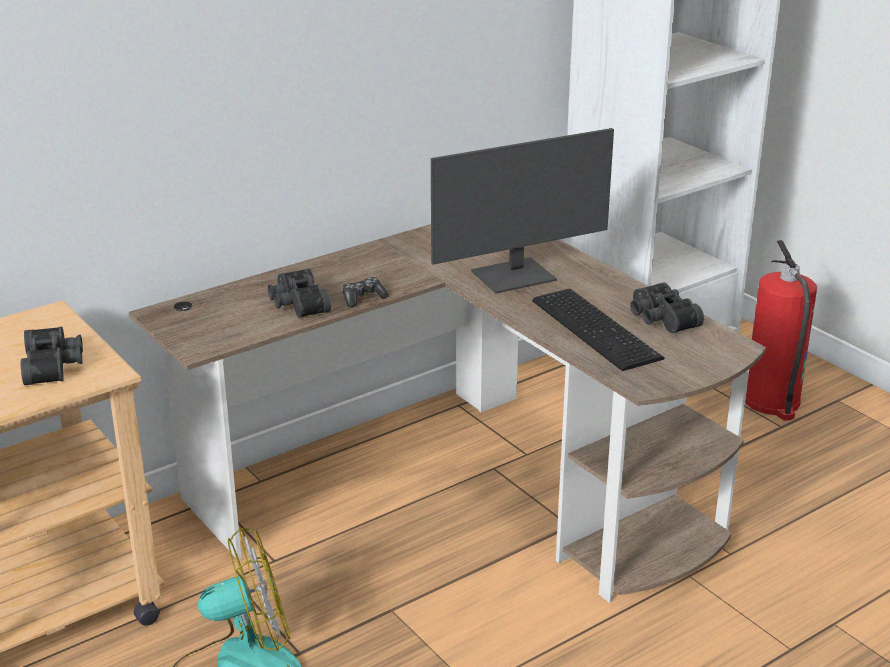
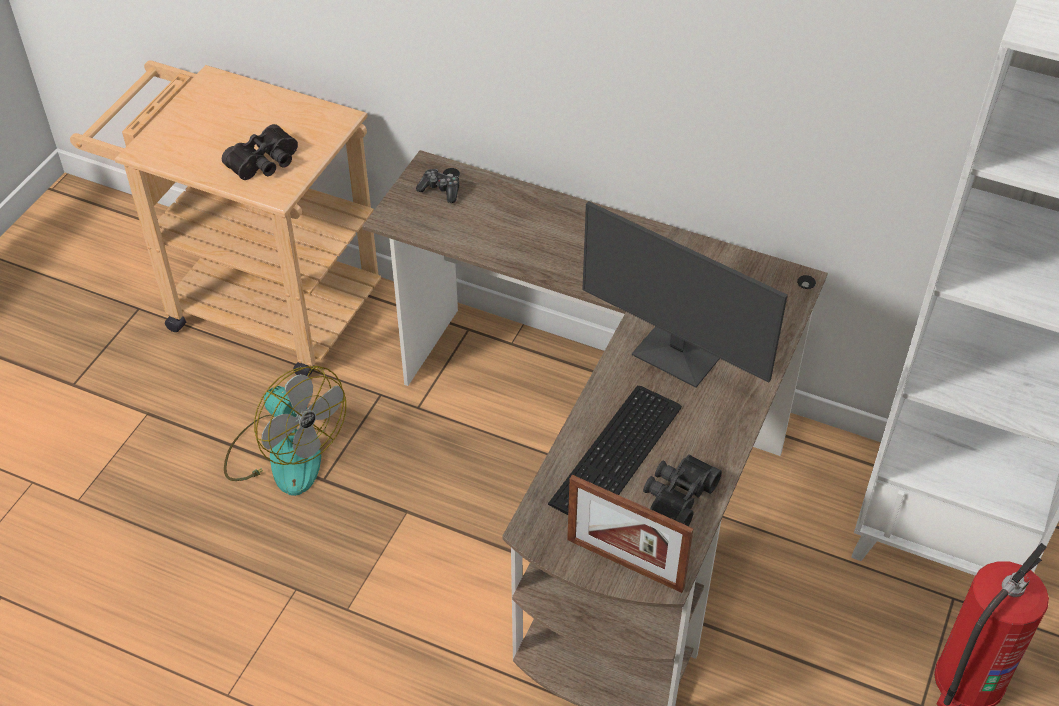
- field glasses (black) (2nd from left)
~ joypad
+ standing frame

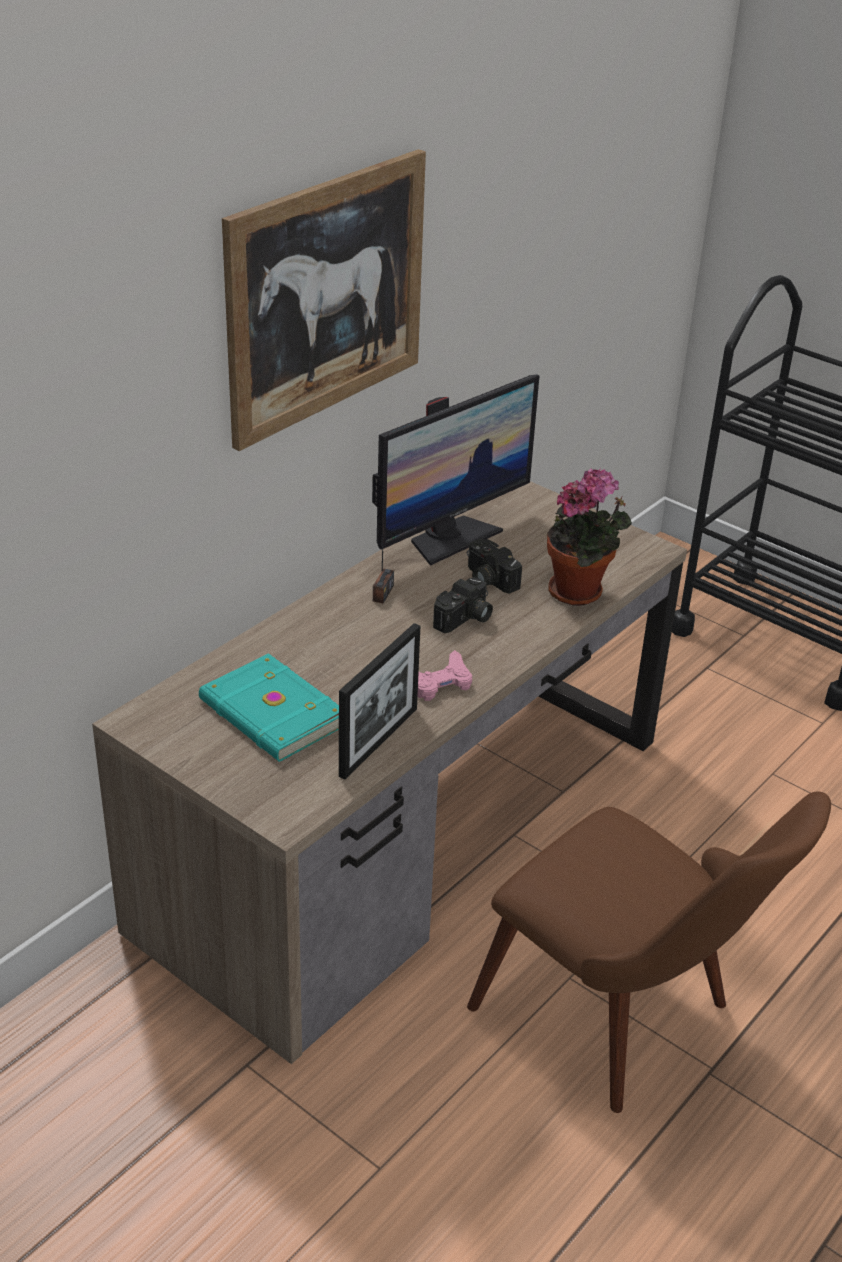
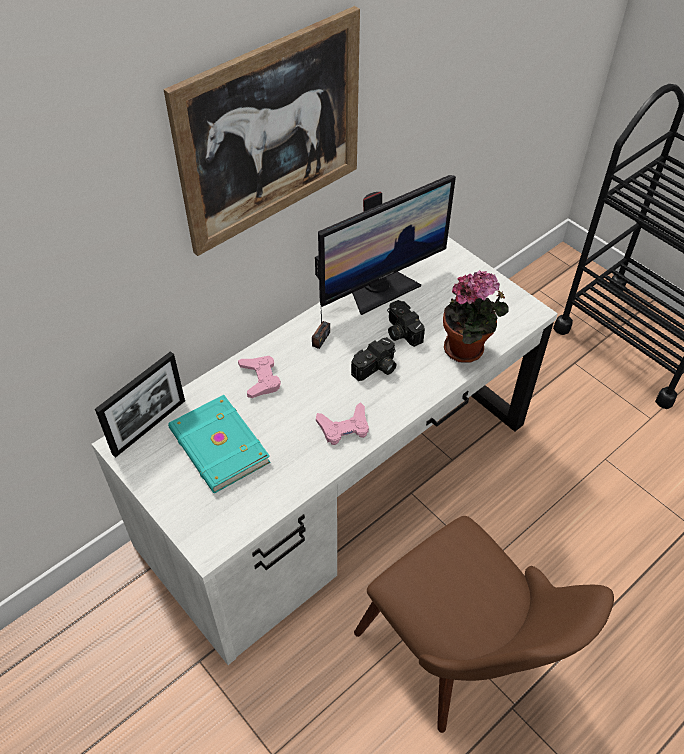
~ desk unit (brownish) to desk unit (white-coloured)
~ standing frame
+ joypad (pink) (1st from left)

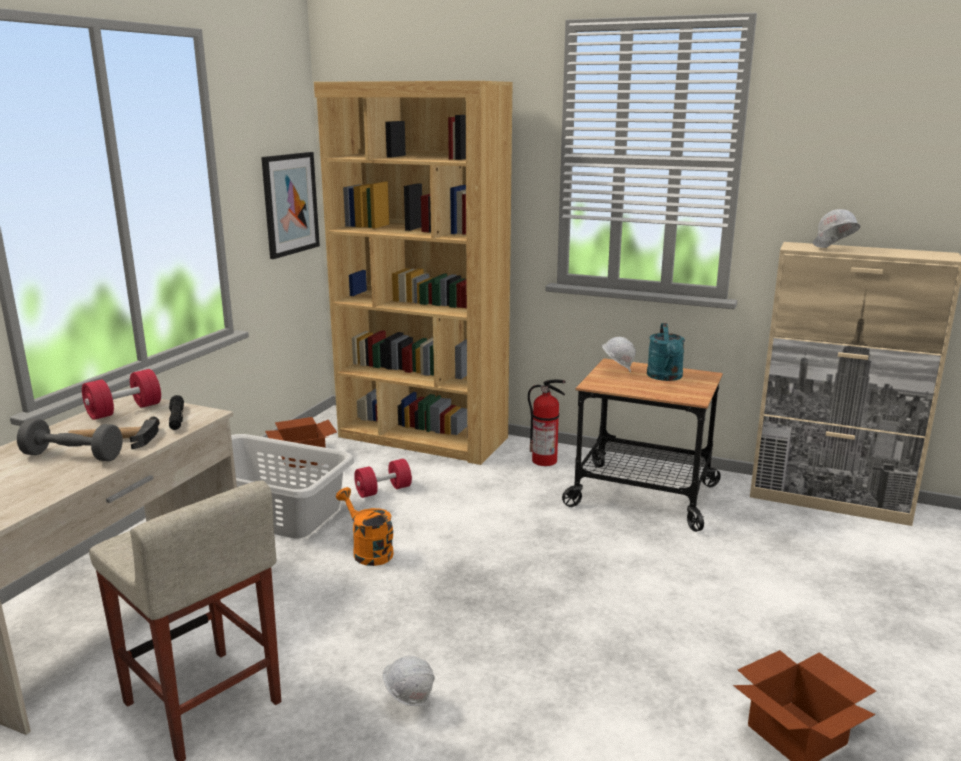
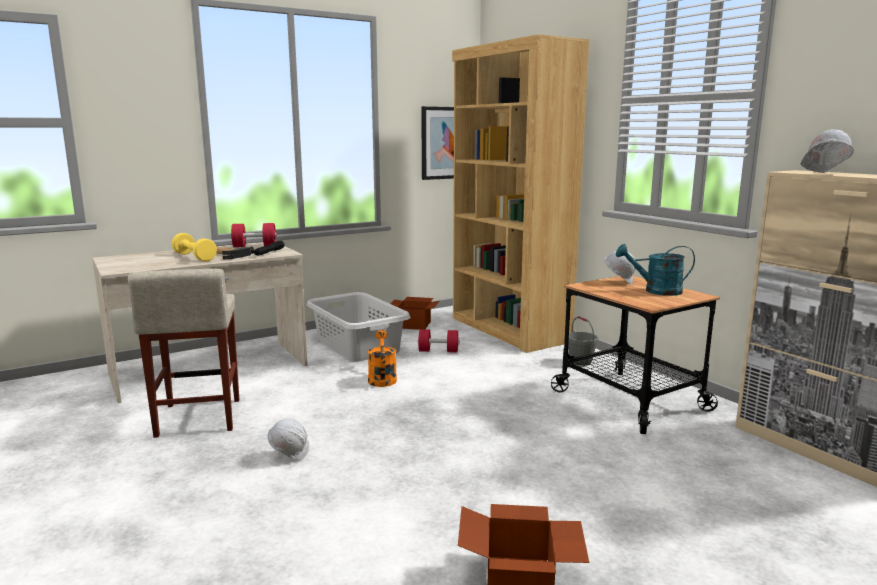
~ sprinkling can (turquoise-coloured) 60 degrees clockwise
~ fire extinguisher to bucket (gray)
~ hand weight (gray) to hand weight (yellow-coloured)

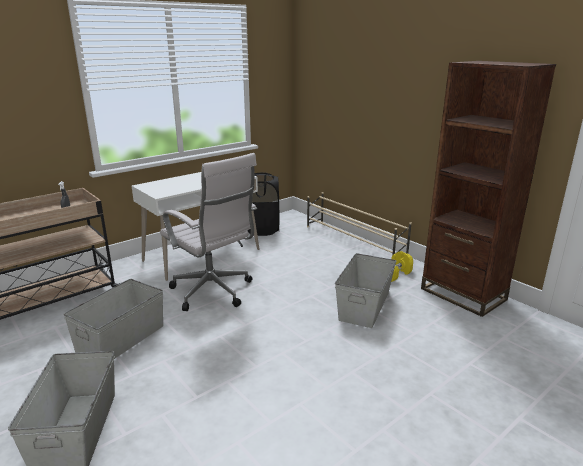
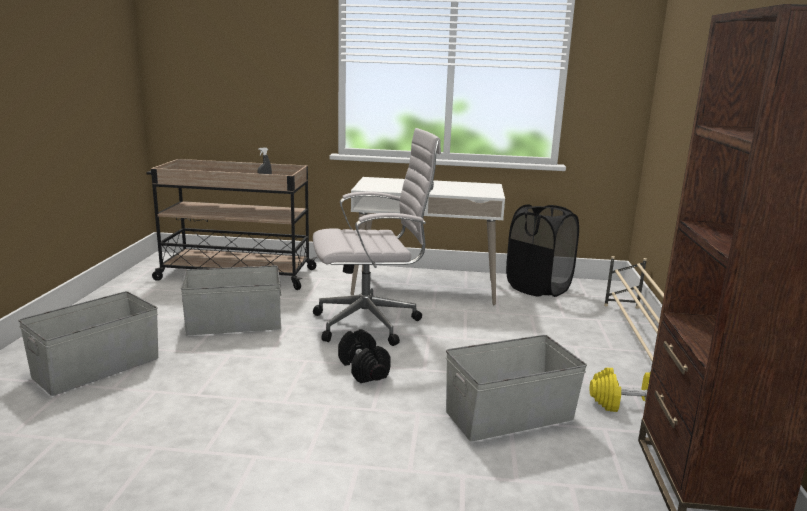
~ office chair (white-coloured) 105 degrees counterclockwise
+ hand weight (black)

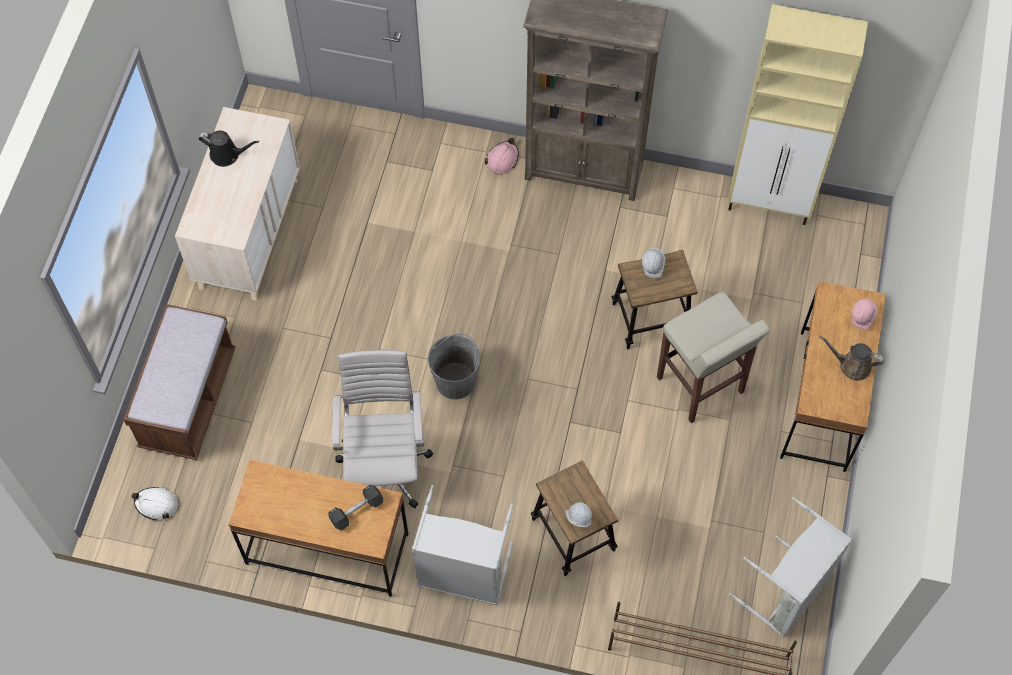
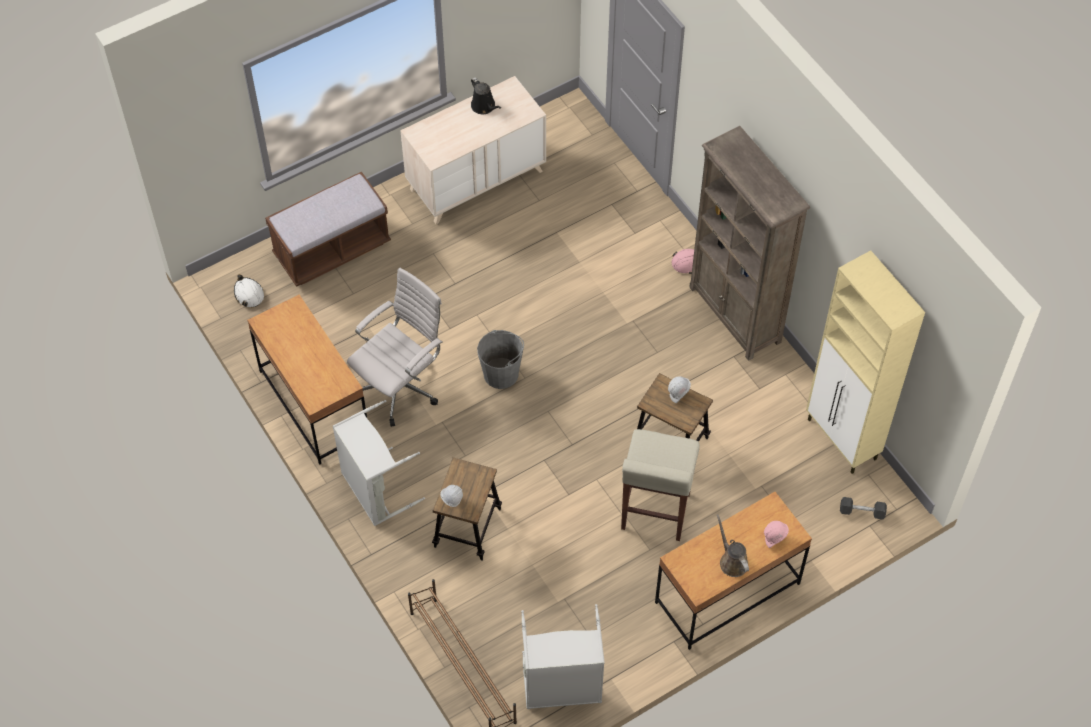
~ hand weight (black)

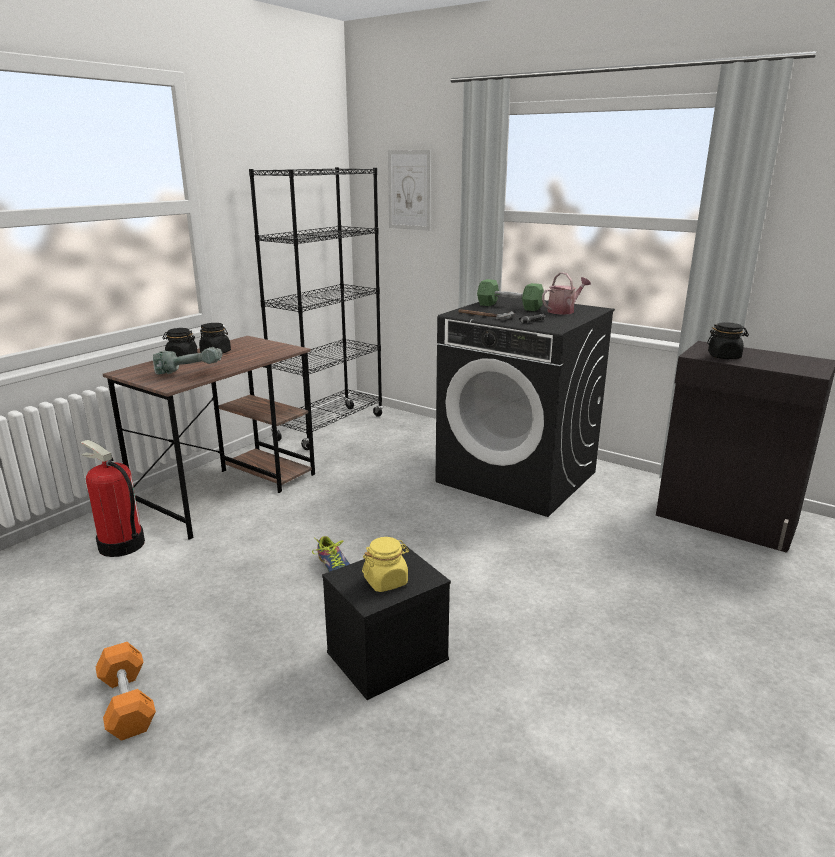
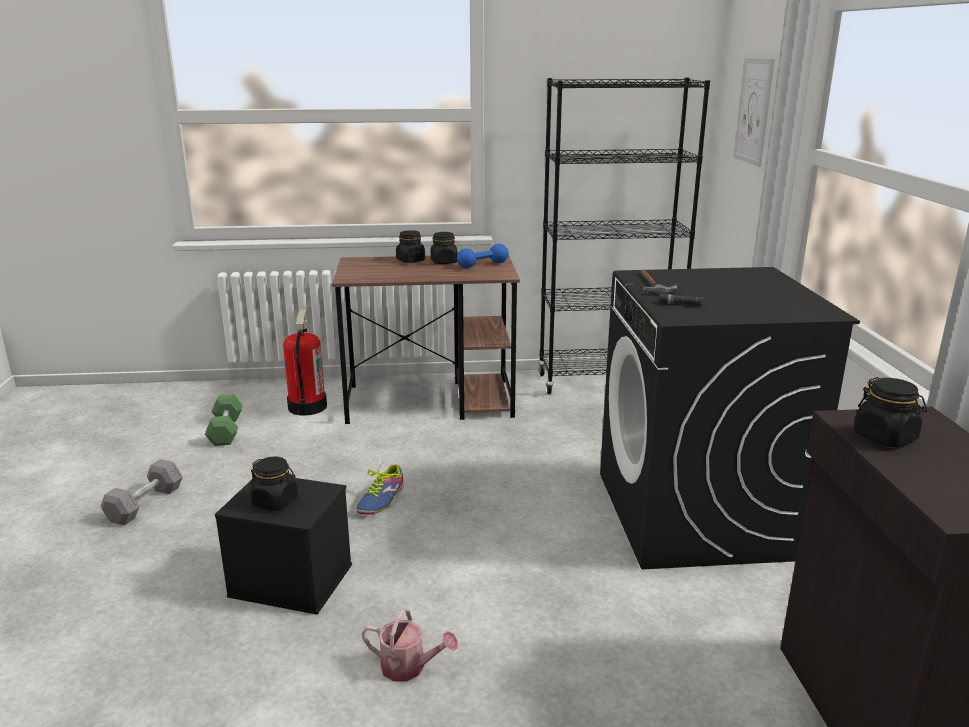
~ sprinkling can
~ hand weight (green)
- electric drill
~ jar (yellow-coloured) to jar (black) (1st from left)
~ hand weight (orange) to hand weight (gray)
+ hand weight (bluish)

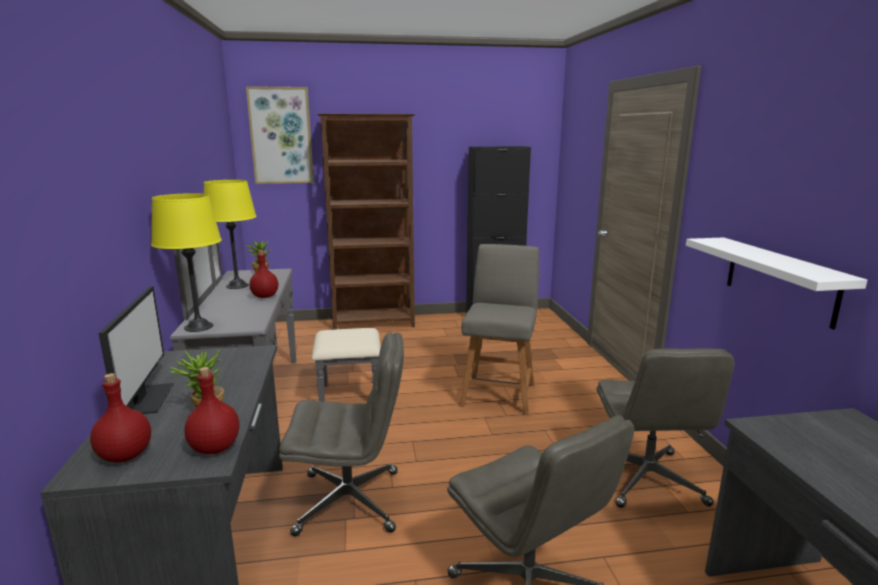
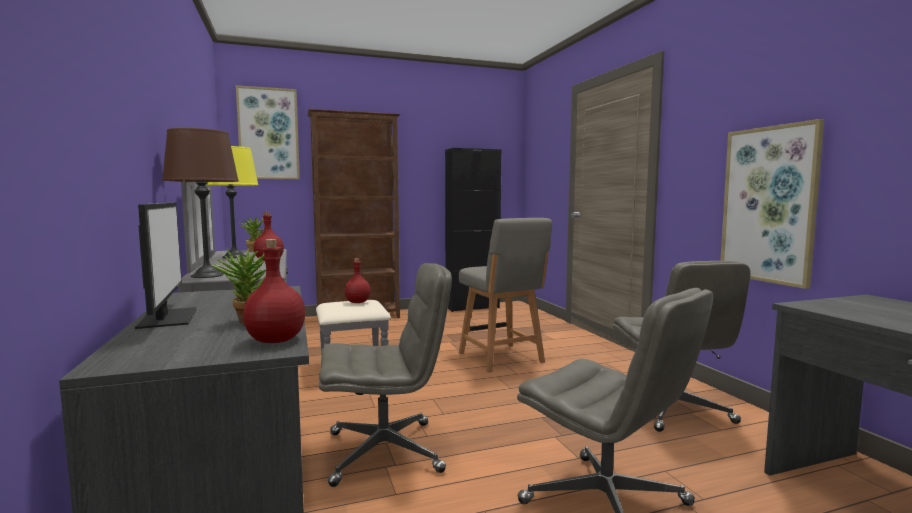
~ lamp for a table (yellow-coloured) (1st from left) to lamp for a table (brownish)
~ bracket shelf (white-coloured) to picture (2nd from left)
~ plain chair (gray) 150 degrees clockwise
~ drink bottle (reddish) (1st from left in the first image) to drink bottle (reddish) (3rd from left)

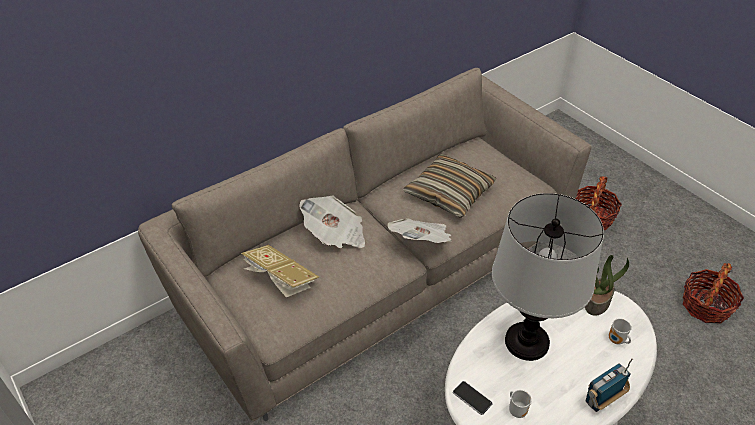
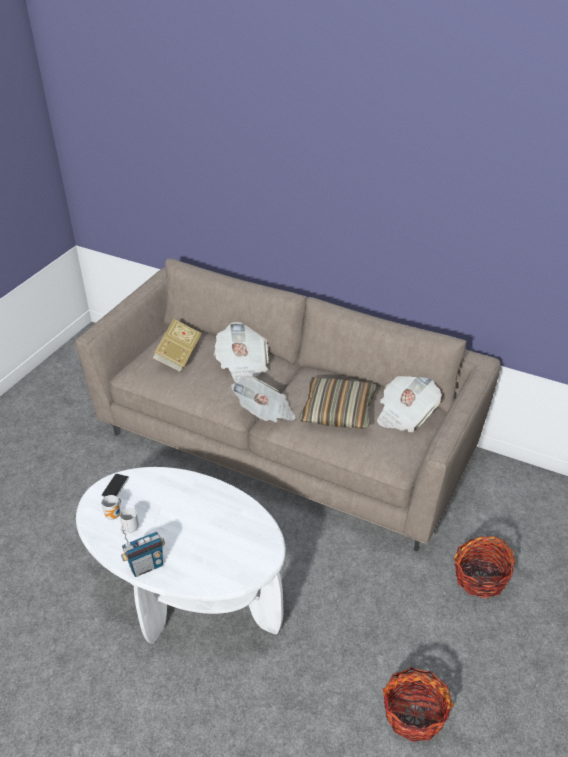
- lamp for a table
- houseplant
~ mug (2nd from left)
~ radio receiver 120 degrees clockwise
+ daily paper (3rd from left)

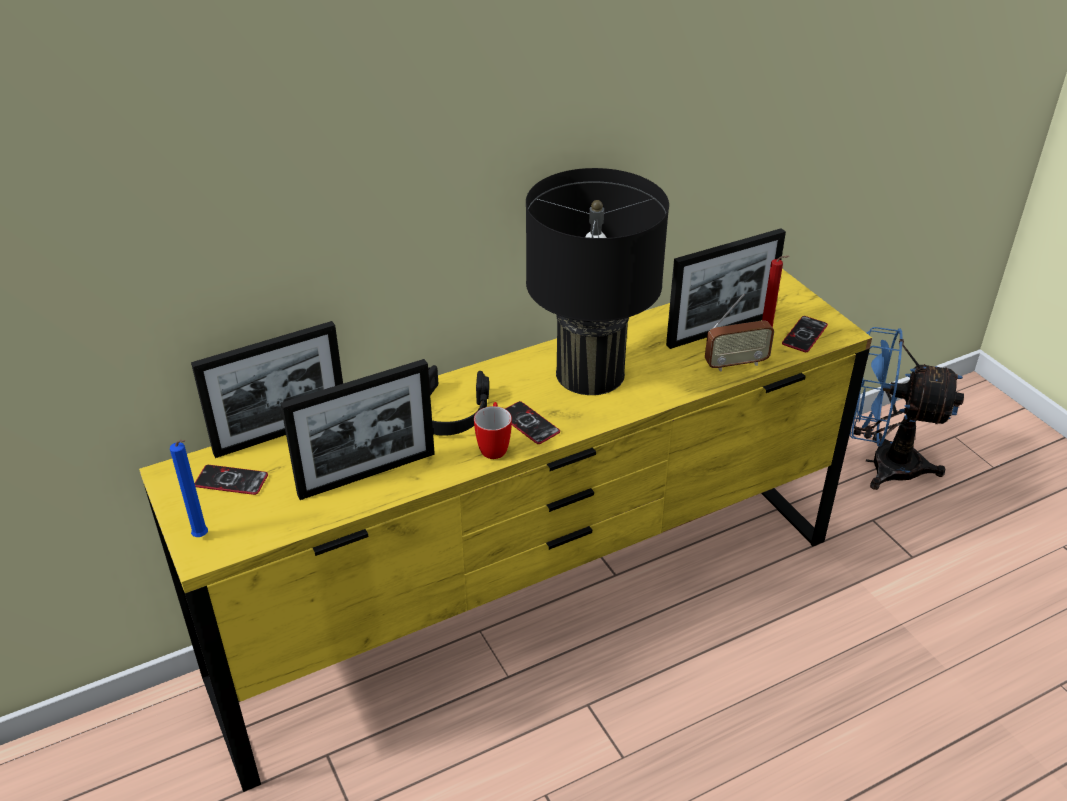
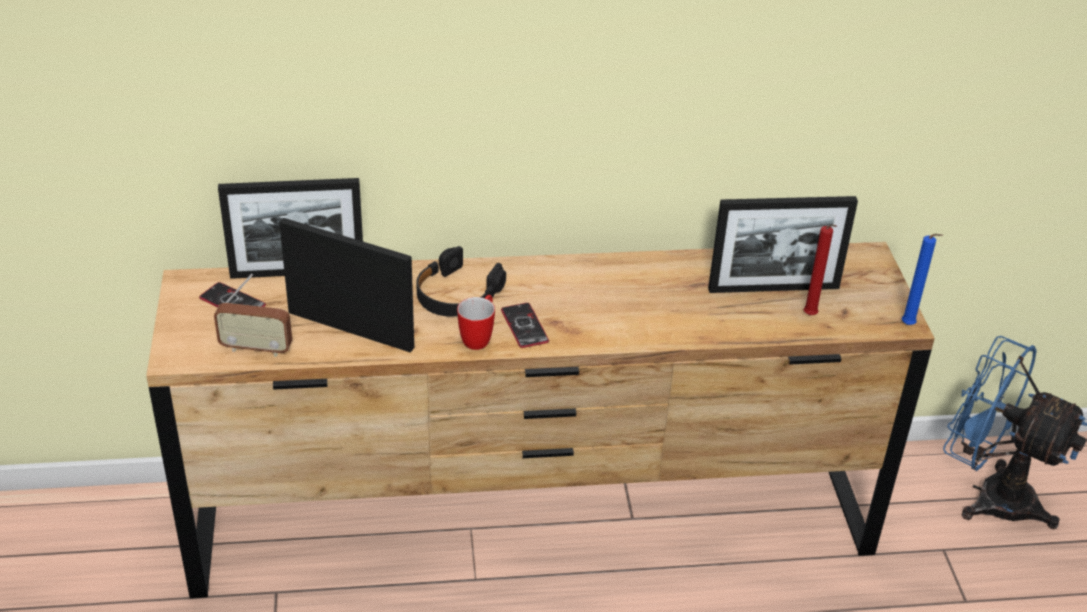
- lamp for a table (black)
~ chest of drawers (yellow-coloured) to chest of drawers (brownish)
~ radio receiver
- handset (3rd from left)
~ standing frame (2nd from left) 150 degrees counterclockwise
~ wax candle (bluish)

